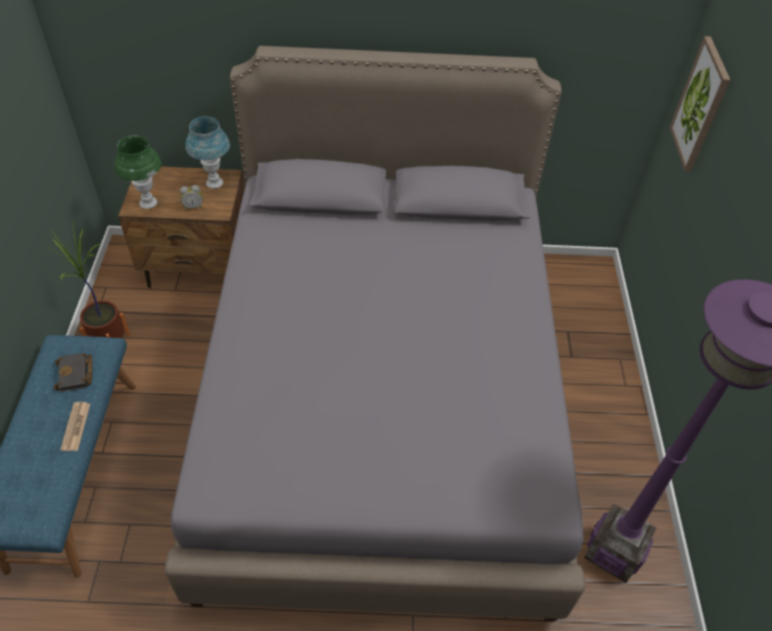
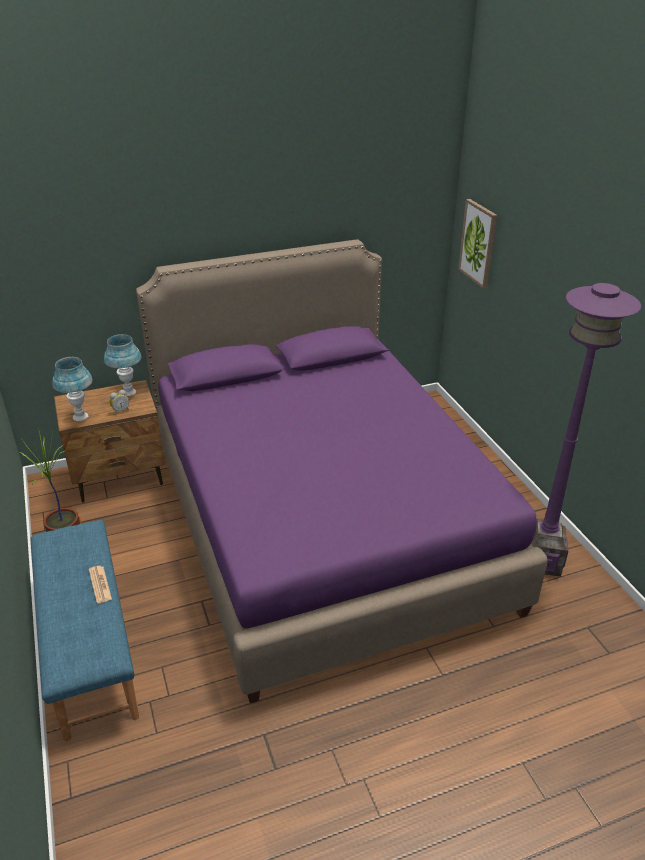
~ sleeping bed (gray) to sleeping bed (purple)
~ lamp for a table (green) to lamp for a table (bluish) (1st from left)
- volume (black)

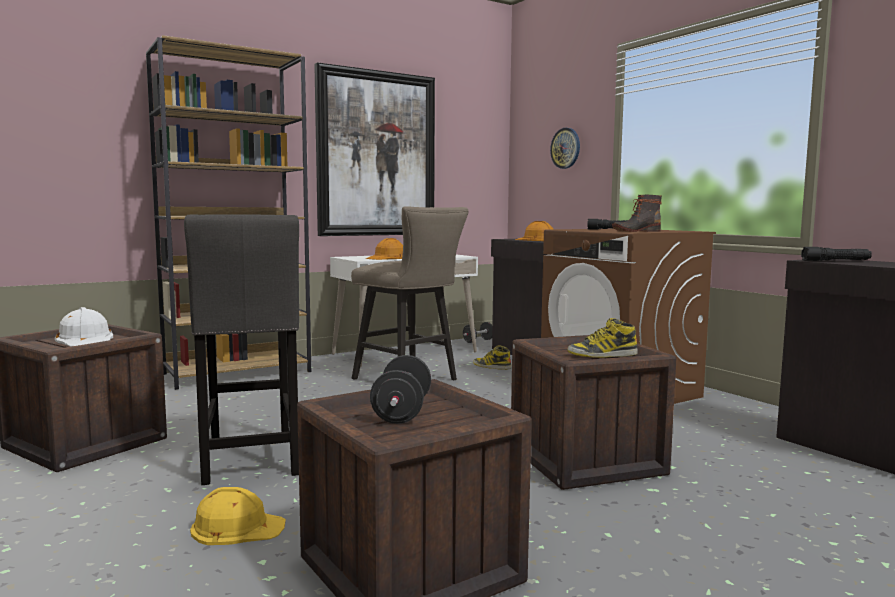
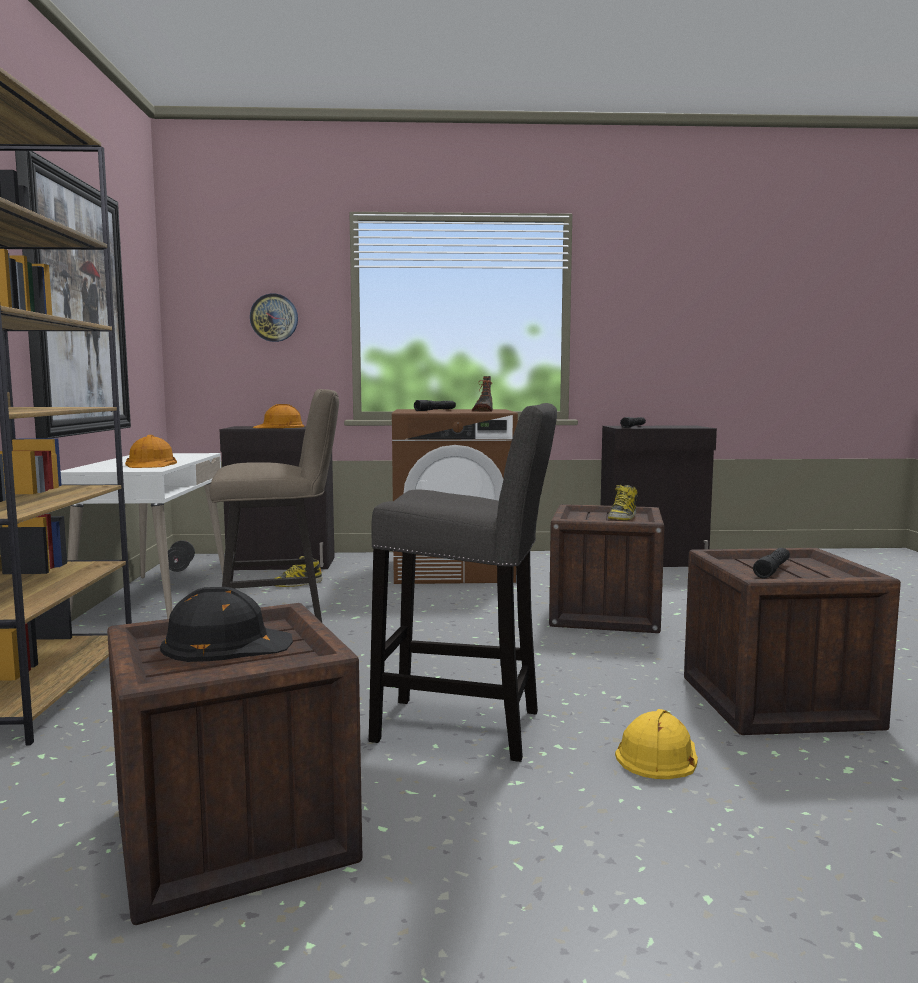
~ hard hat (white-coloured) to hard hat (black)
~ hand weight (black) (1st from left) to torch (black) (3rd from left)

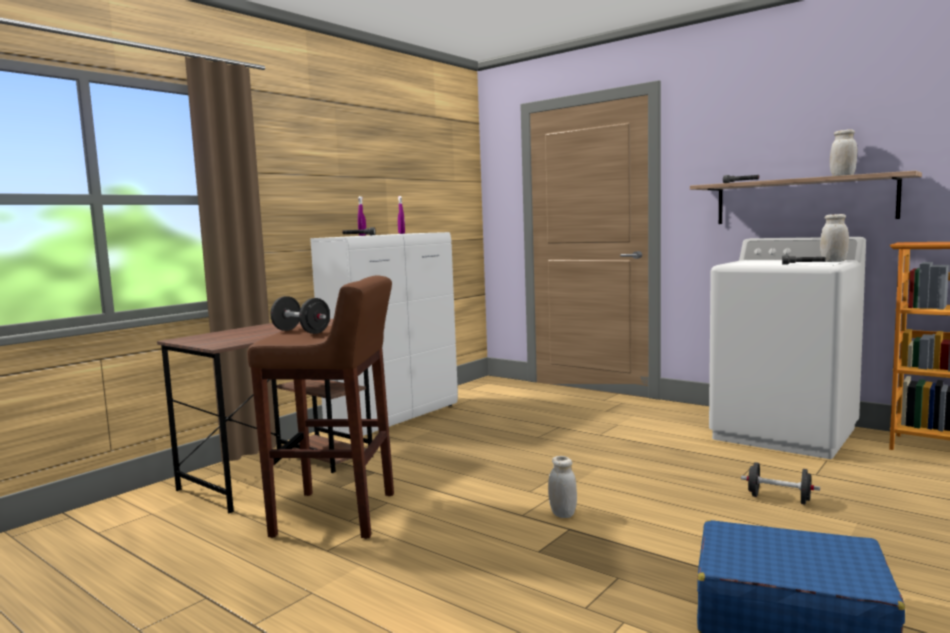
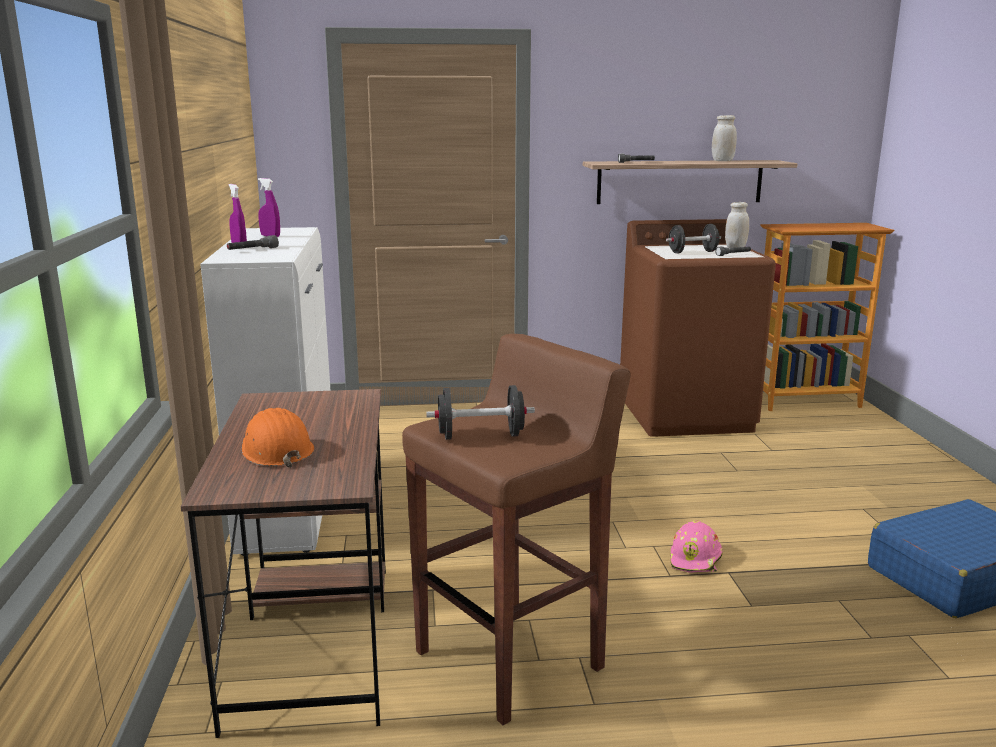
~ laundry appliance (white-coloured) to laundry appliance (brownish)
~ jar (white-coloured) (1st from left) to hard hat (pink)
~ hand weight (black) (2nd from left)
+ hard hat (orange)

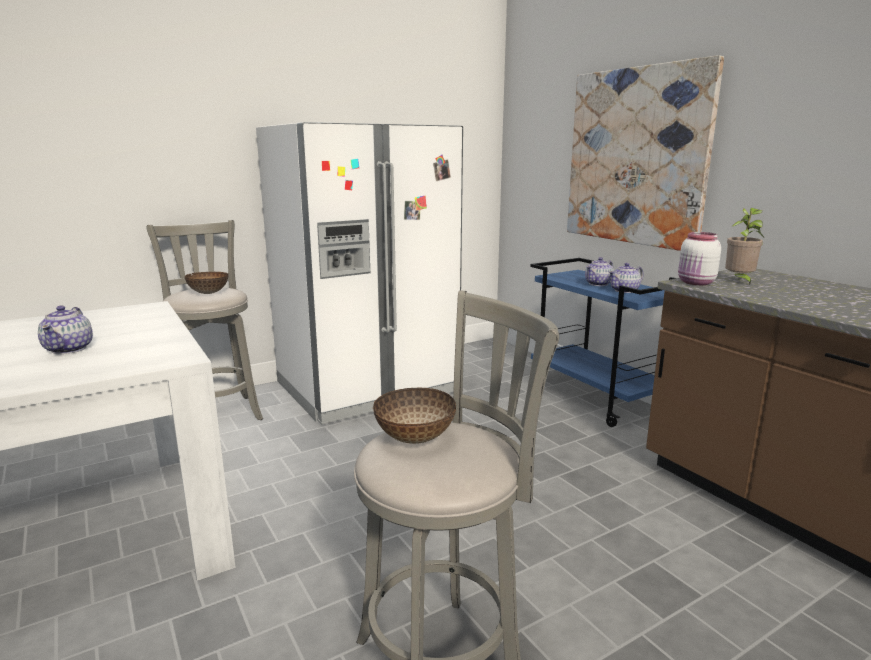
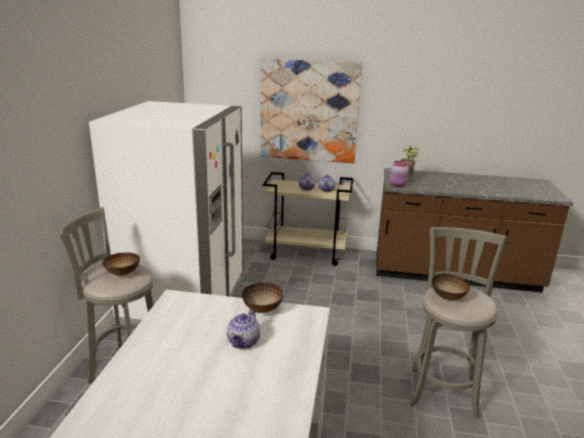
~ jar (white-coloured) to jar (pink)
~ wheeled cart (bluish) to wheeled cart (beige-coloured)
~ pot for tea (1st from left) 75 degrees clockwise
+ deep dish (2nd from left)

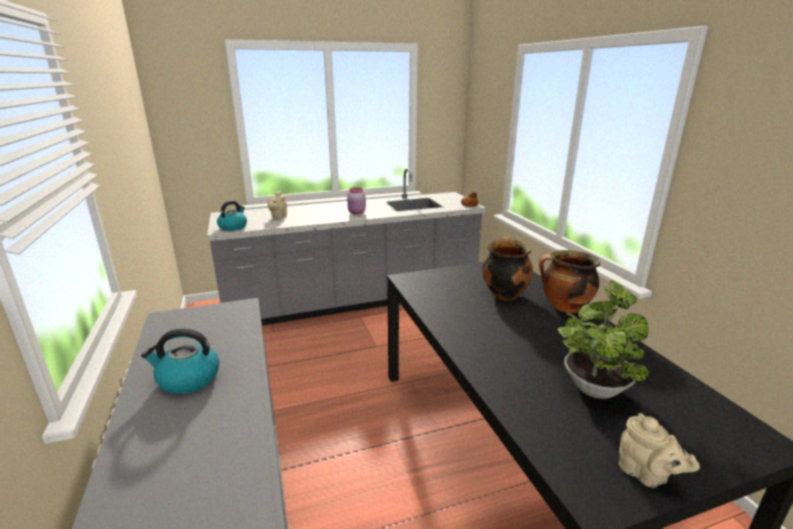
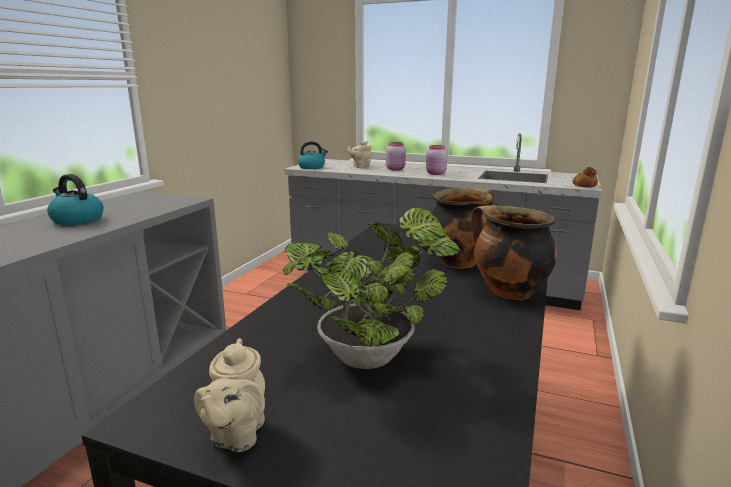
+ jar (pink) (1st from left)

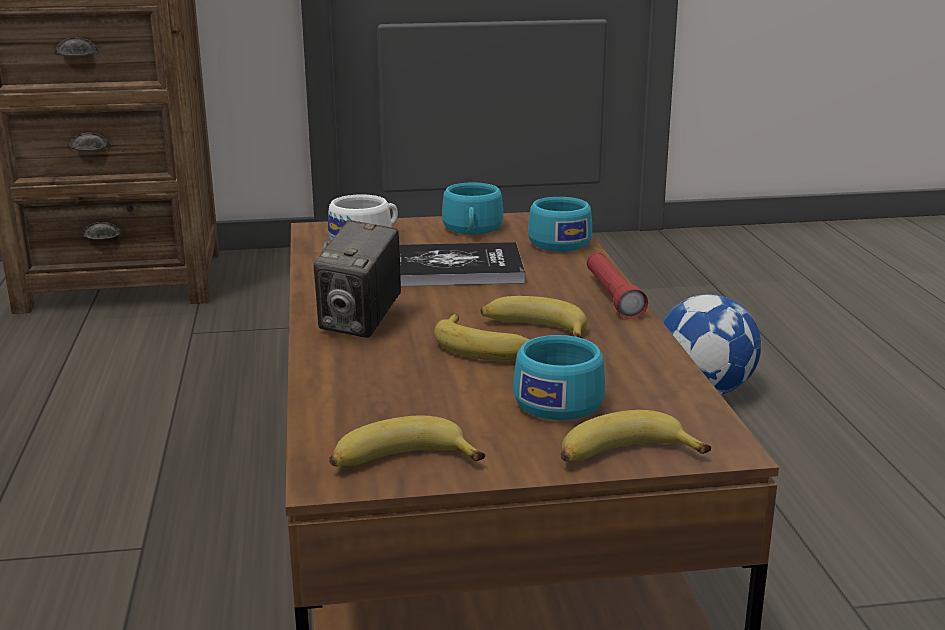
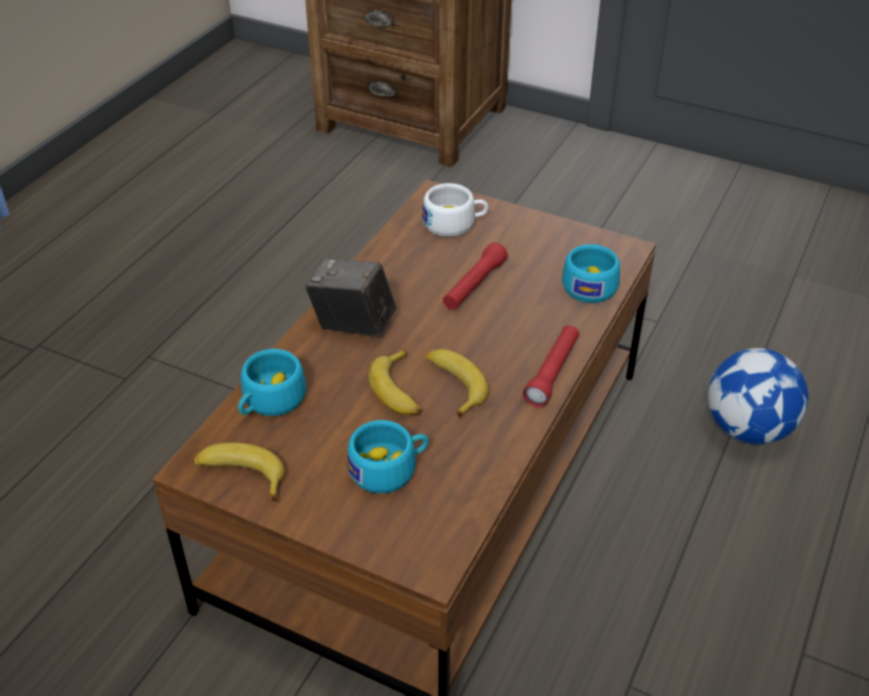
~ small cup (turquoise-coloured) (1st from left)
~ still camera 60 degrees clockwise
~ volume to torch (reddish) (1st from left)
- banana fruit (4th from left)

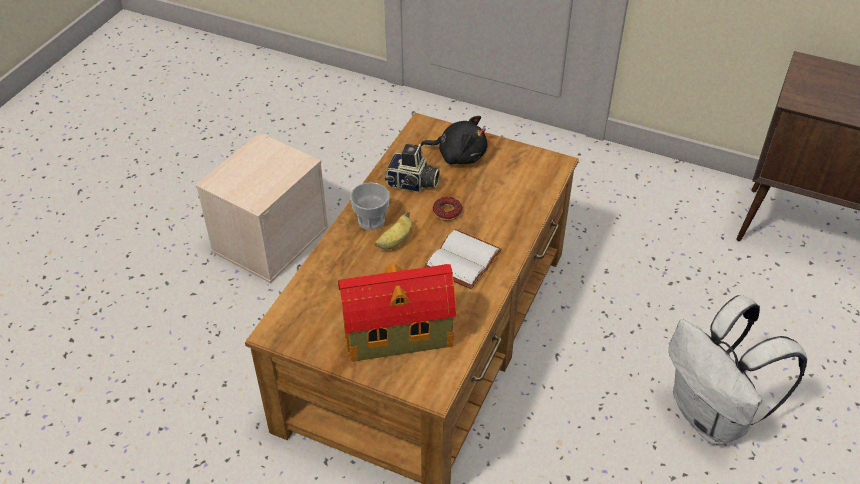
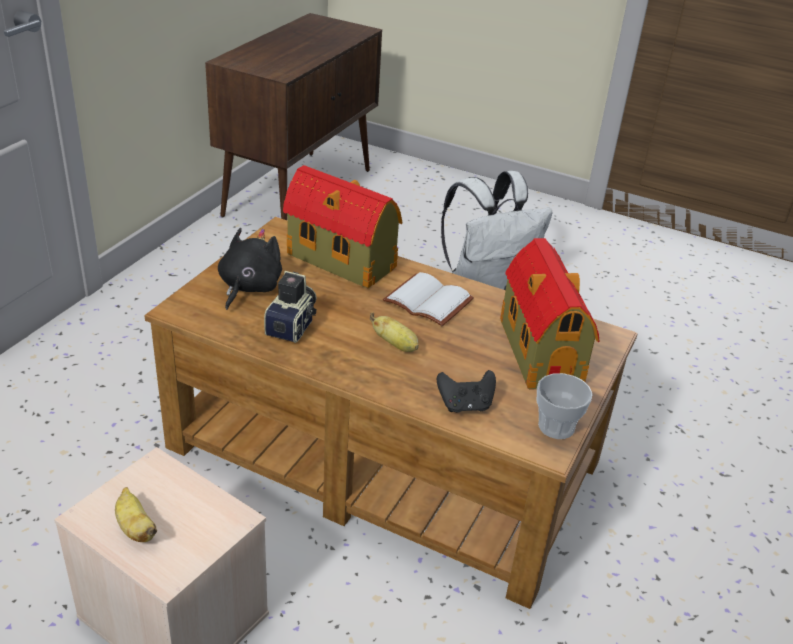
~ small cup
- doughnut
+ toy house (1st from left)
+ joypad (black)
+ banana fruit (1st from left)

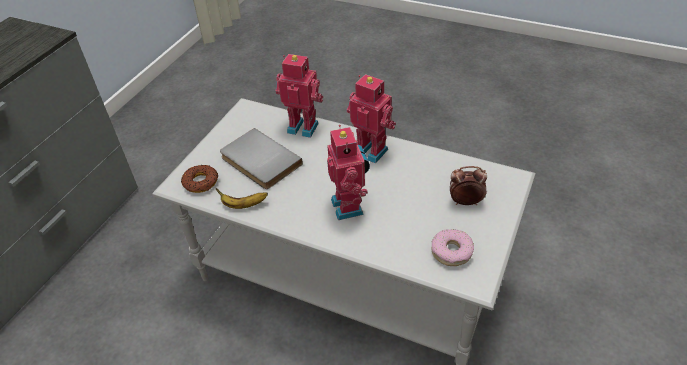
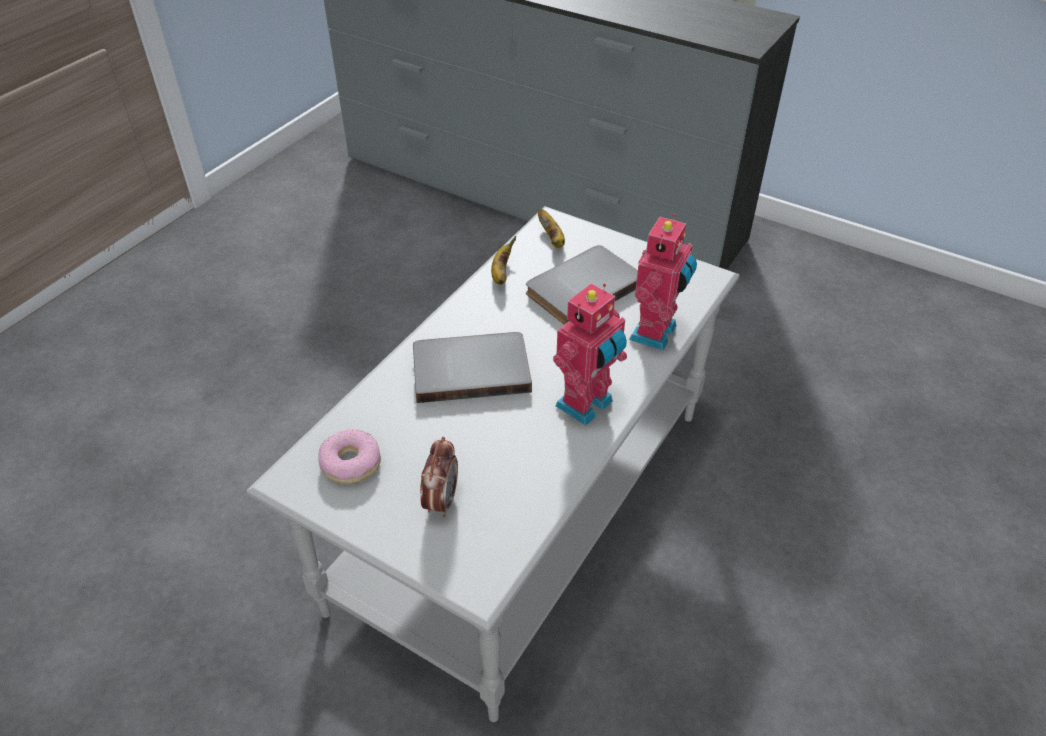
~ robot figure (2nd from left) to volume (gray) (1st from left)
~ doughnut (1st from left) to banana fruit (2nd from left)

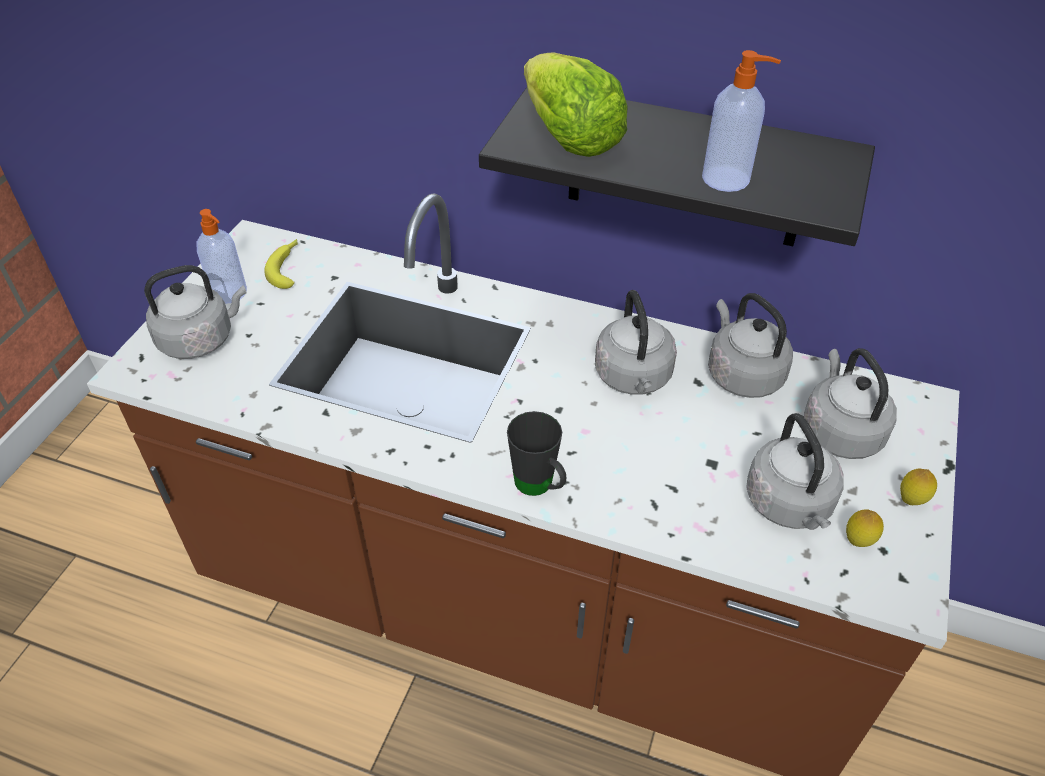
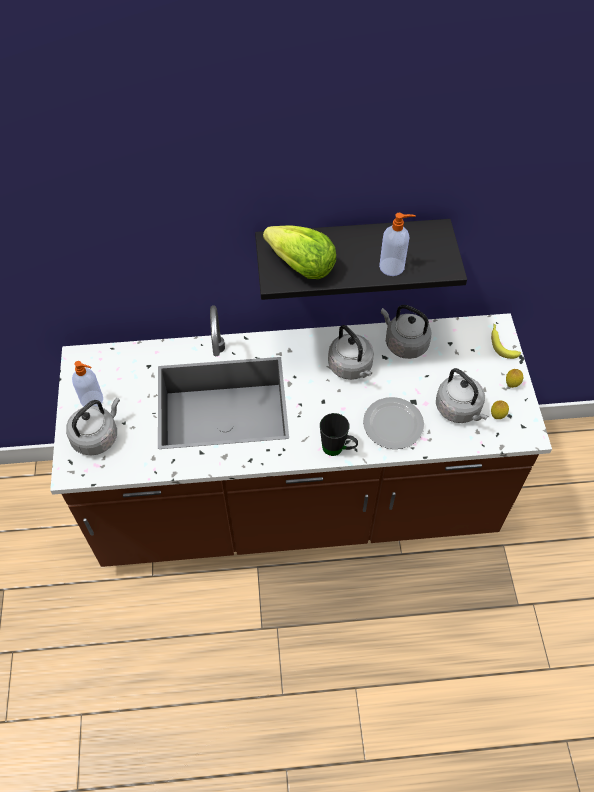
~ banana fruit
- tea kettle (gray) (5th from left)
+ plate

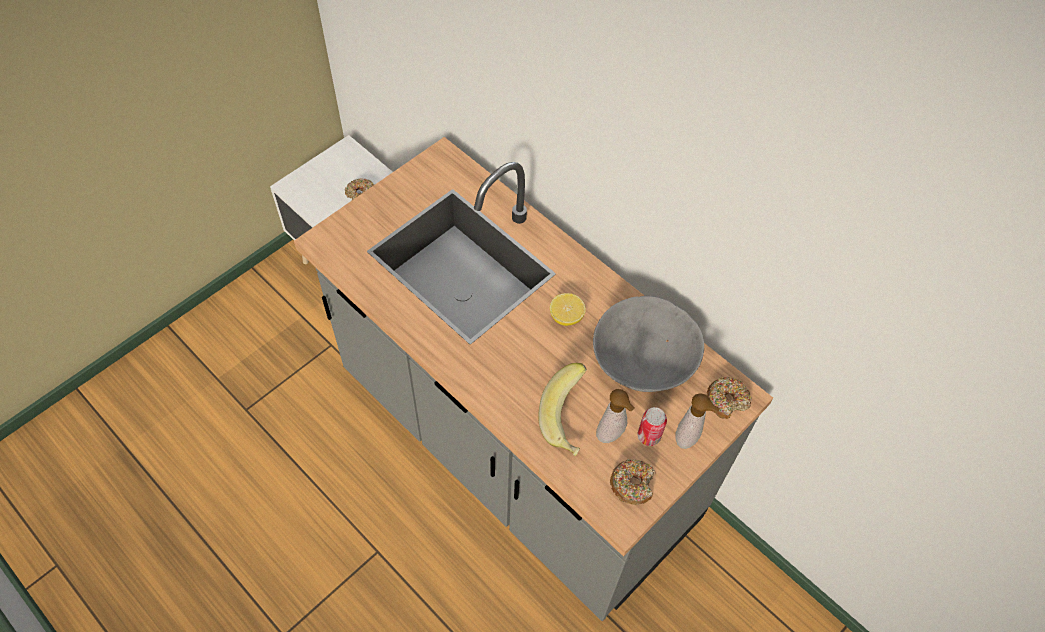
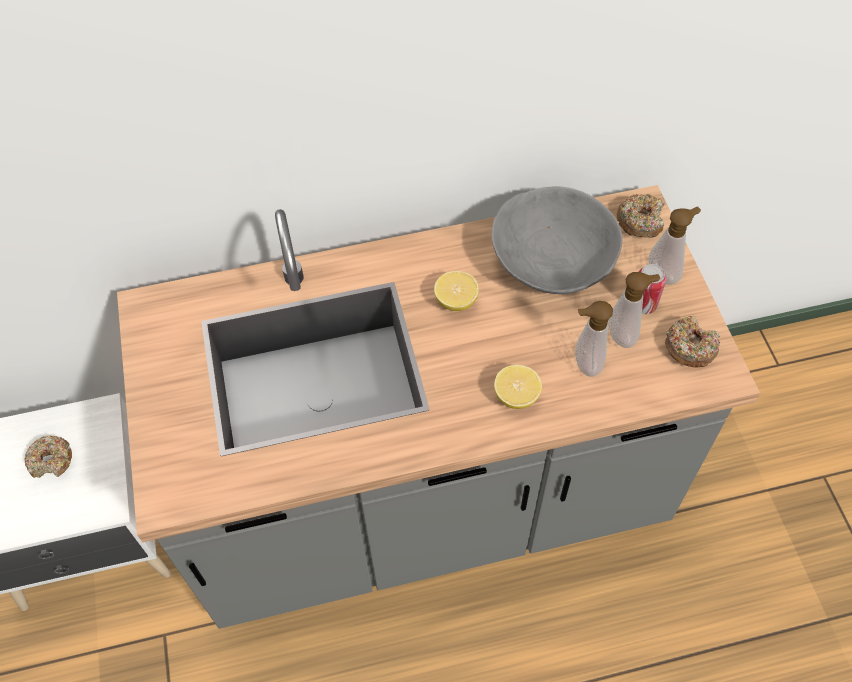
~ banana fruit to liquid soap bottle (1st from left)
+ lemon (2nd from left)

